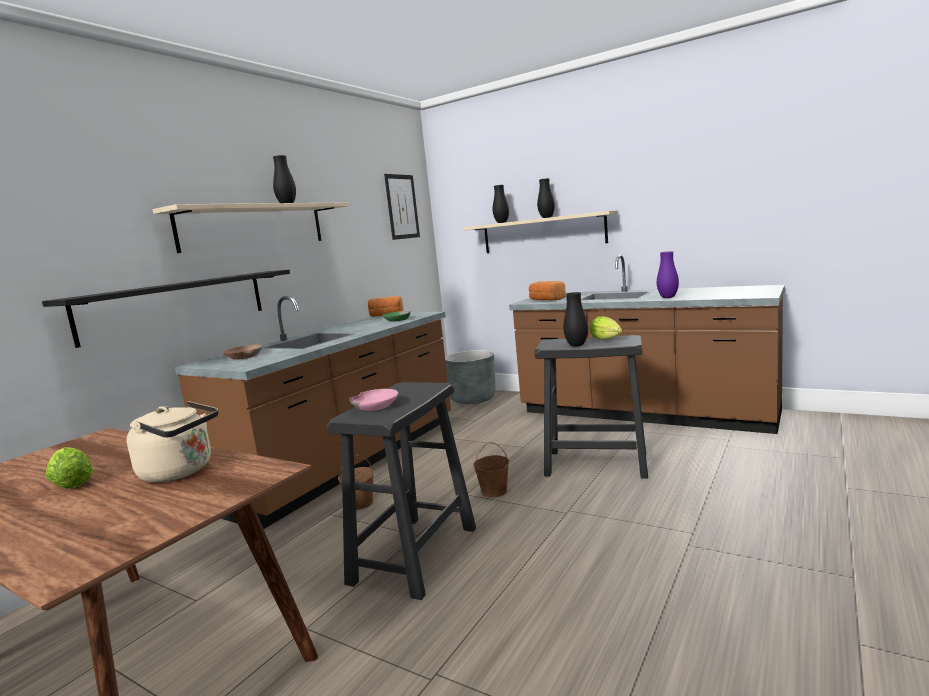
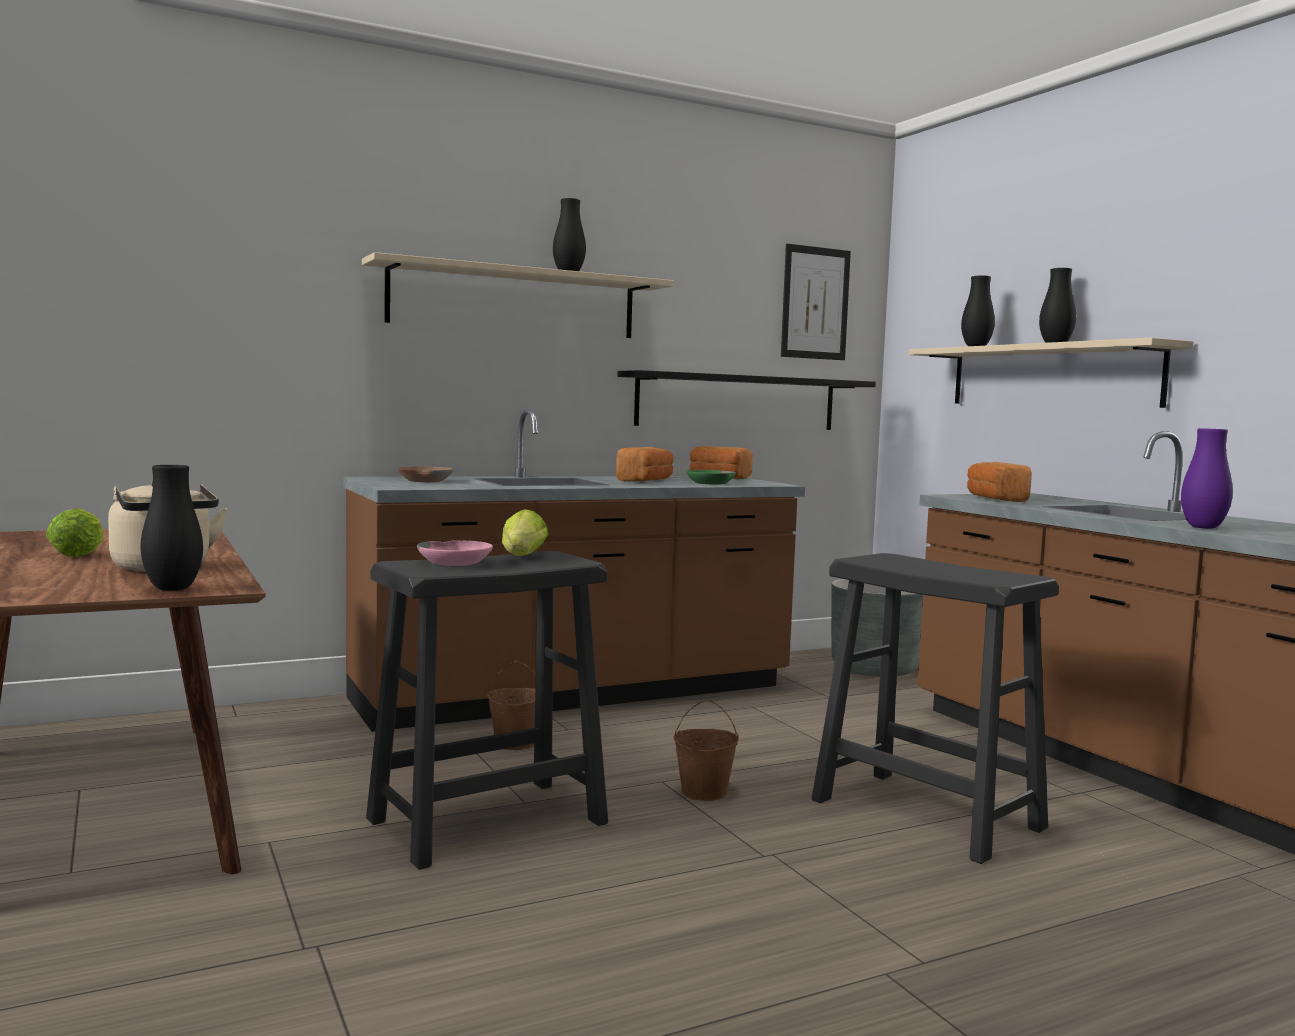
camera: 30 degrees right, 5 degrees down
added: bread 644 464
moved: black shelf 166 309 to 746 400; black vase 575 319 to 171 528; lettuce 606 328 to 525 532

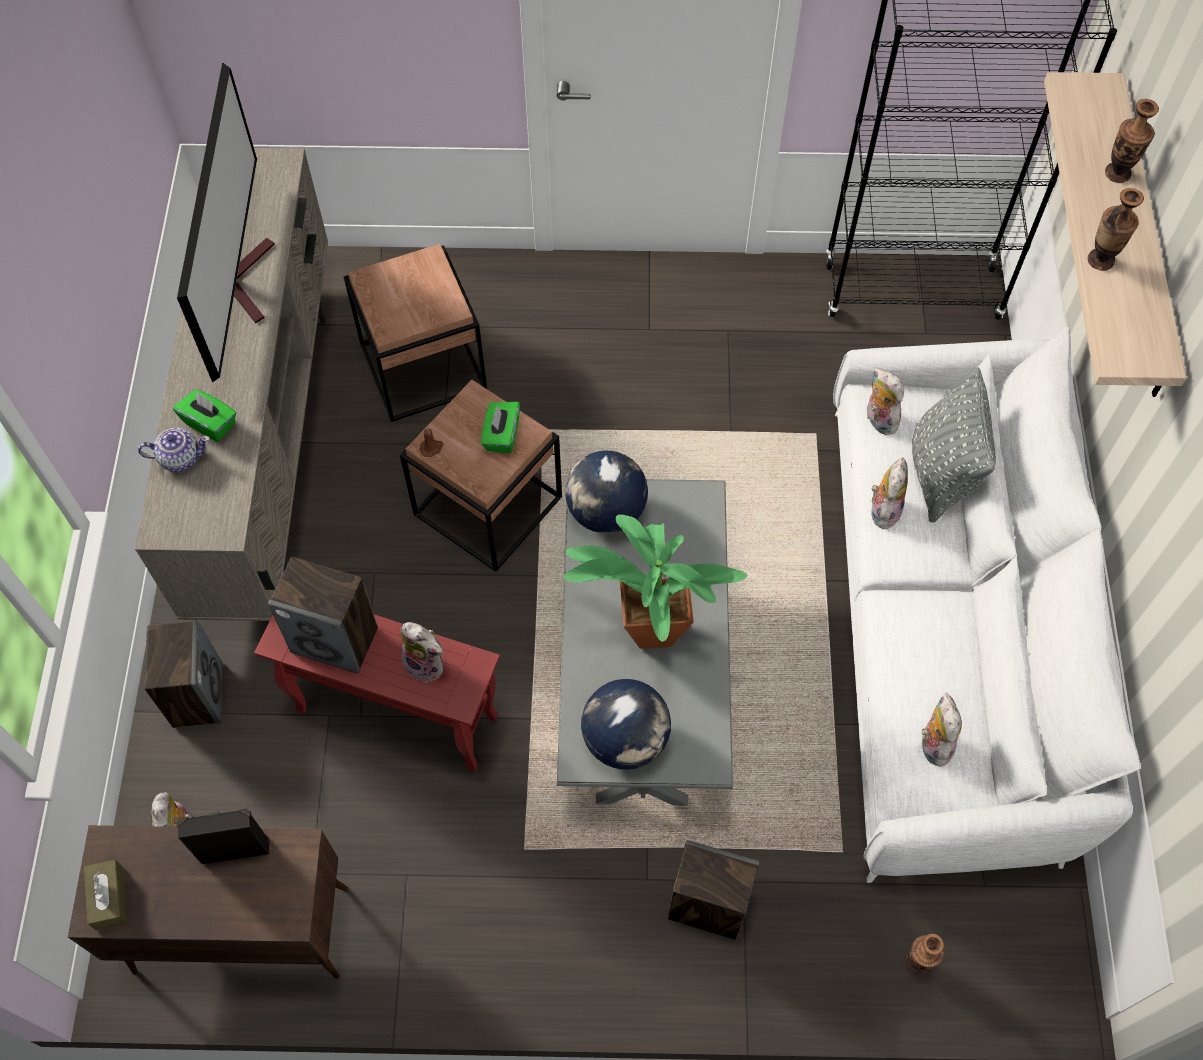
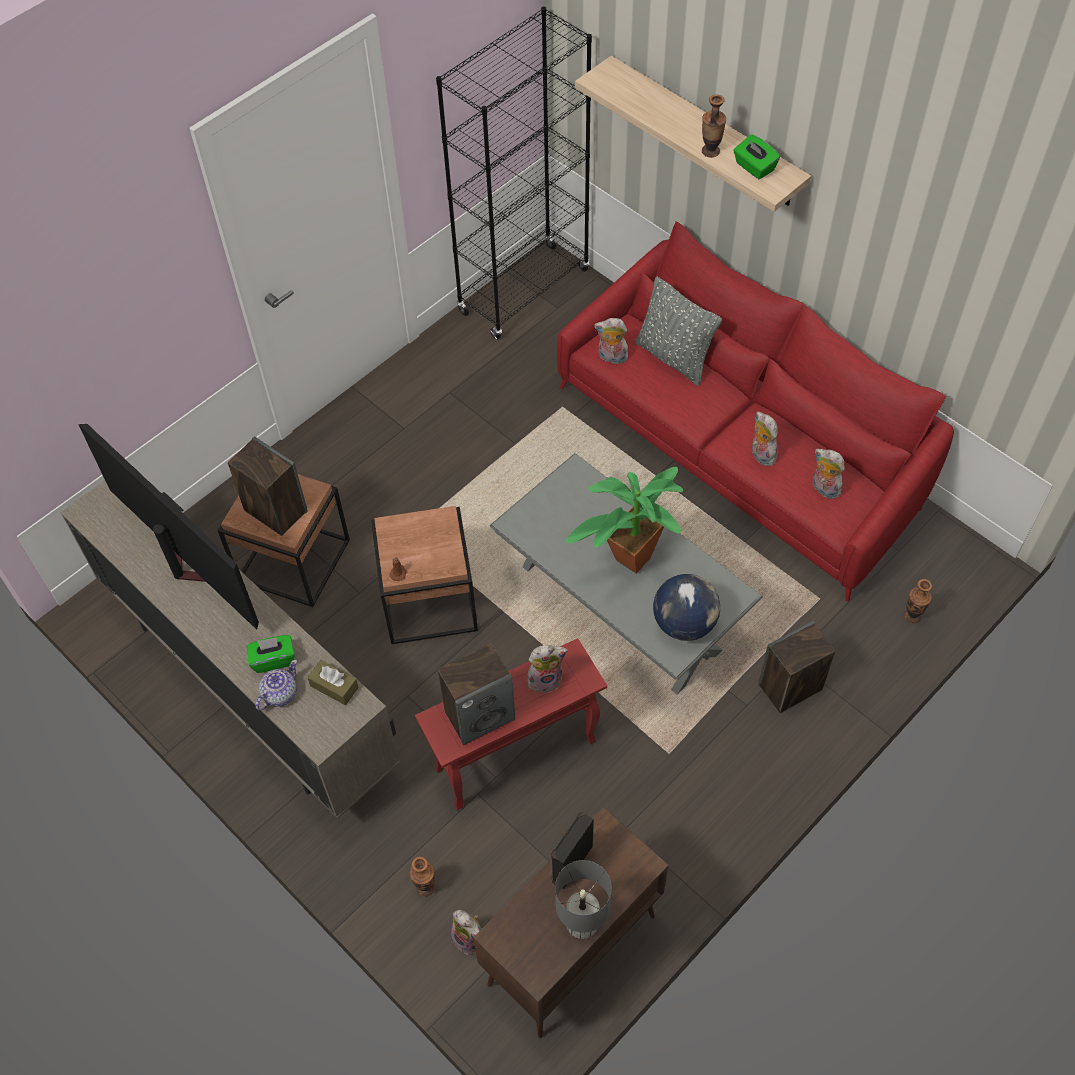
camera: 45 degrees left, 5 degrees down
removed: globe 606 492
added: grey table lamp 583 899
moved: vase 1132 141 to 422 876; green tissue box 500 428 to 756 157; plush toy 889 493 to 764 438; speaker 183 674 to 268 486; brown tissue box 105 895 to 333 682
recoloured: white sofa 987 604 to red sofa 755 411

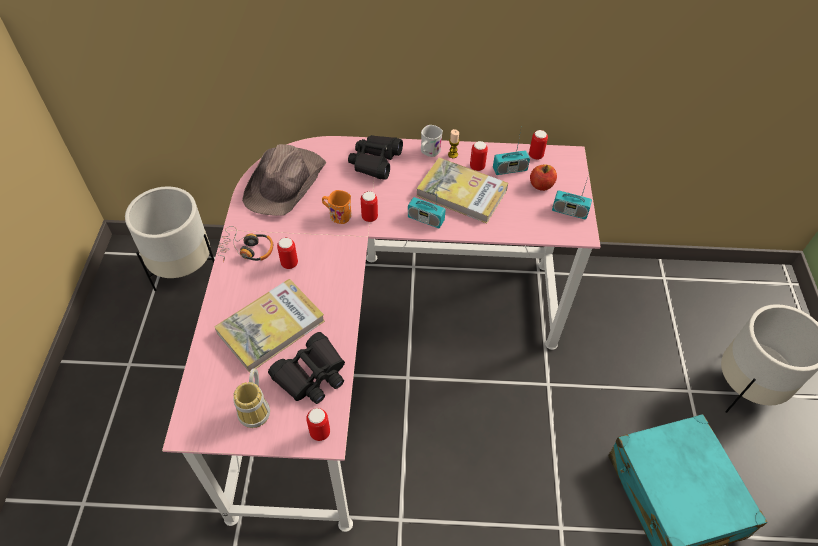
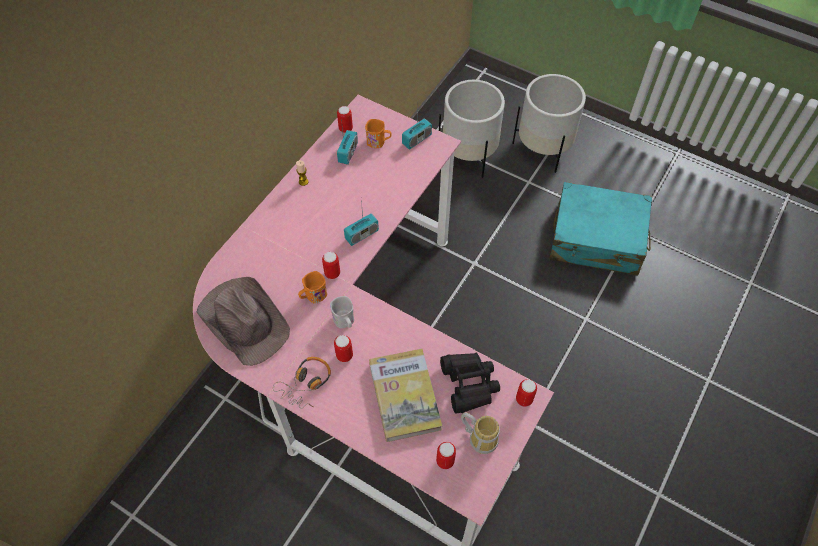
camera: 60 degrees left, 5 degrees up
removed: black binoculars 375 157; book 462 190
moved: white mug 432 141 to 342 312; can 479 156 to 446 455; white planter 169 238 to 472 129
replaced: apple 543 178 to orange mug 378 133

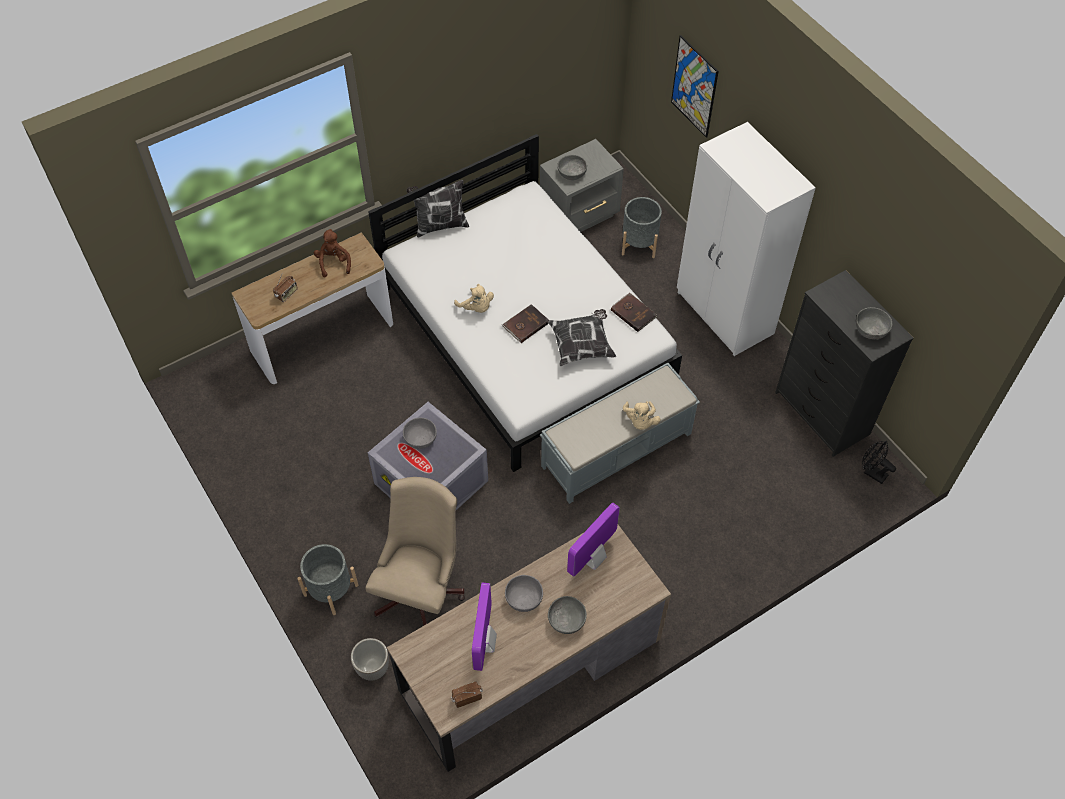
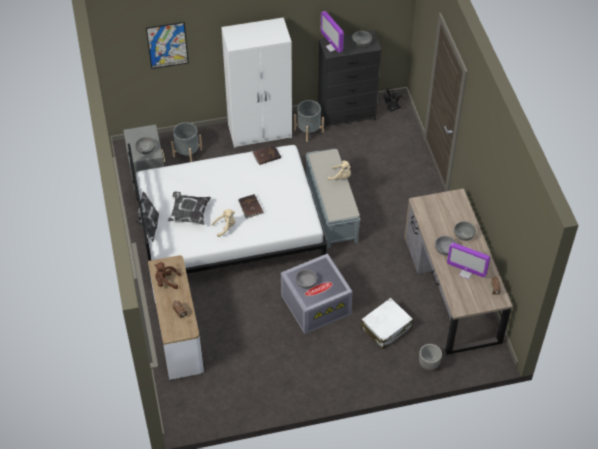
camera: 70 degrees left, 5 degrees down
moved: pillow 582 337 to 189 208; monitor 593 539 to 332 32; grey planter 327 579 to 309 121
replaced: beige office chair 415 551 to white suitcase 387 323

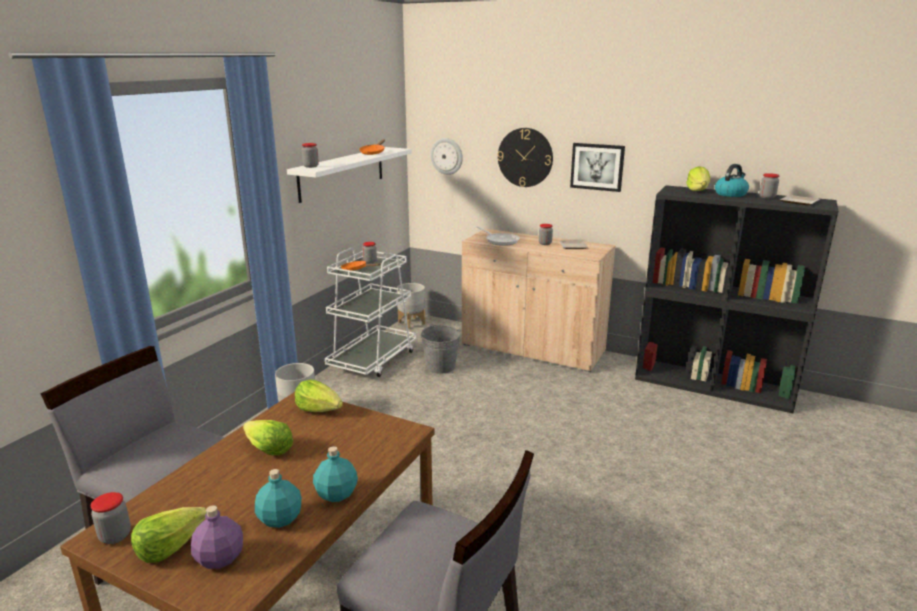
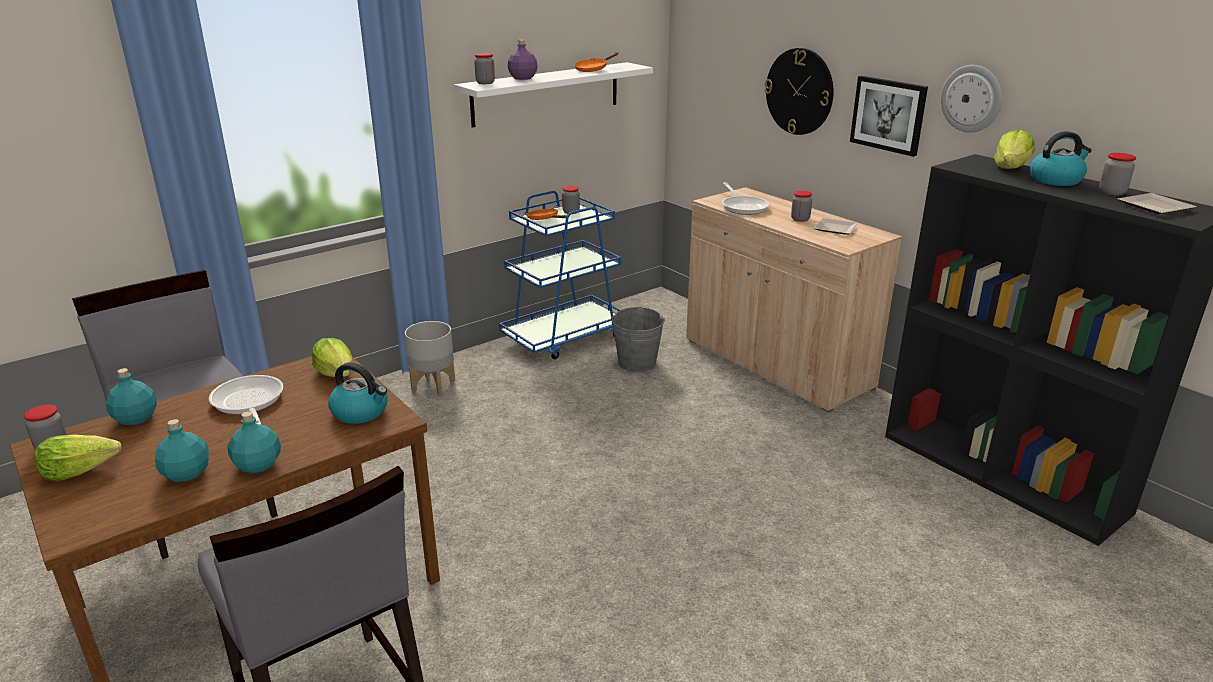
camera: 25 degrees right, 5 degrees up
removed: grey planter 411 306
added: kettle 358 393; turquoise bottle 131 396
moved: wall clock 447 156 to 971 99; purple bottle 217 537 to 523 60
replaced: lettuce 268 437 to frying pan 246 400
recoloured: white cart 370 312 to blue cart 560 275

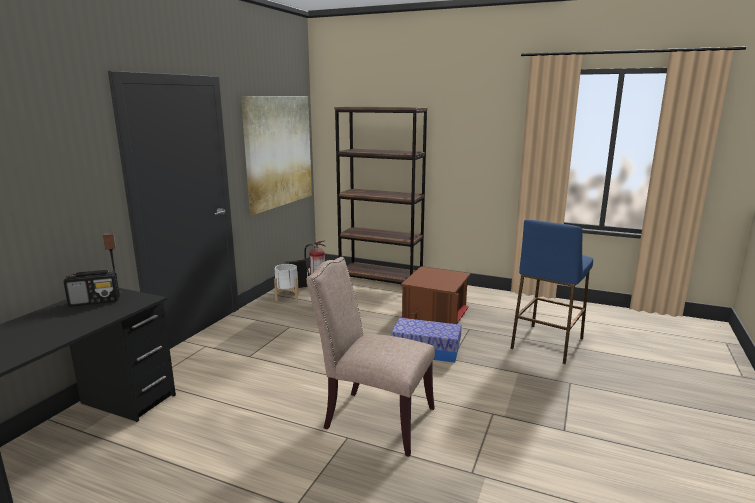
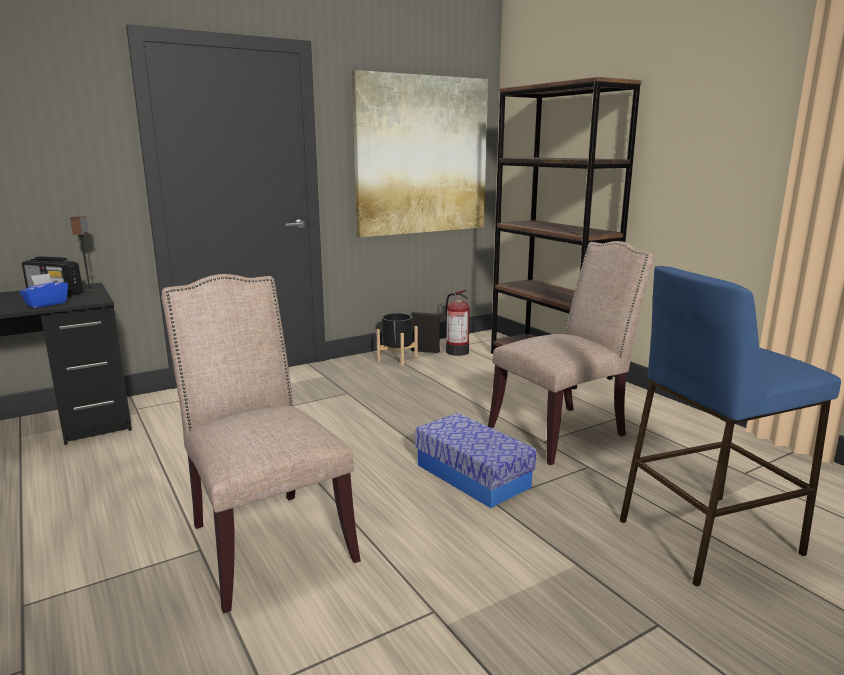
camera: 35 degrees right, 0 degrees up
added: blue tissue box 43 290
replaced: brown storage box 435 295 to beige chair 571 353
recoloured: white planter 286 282 to black planter 397 339

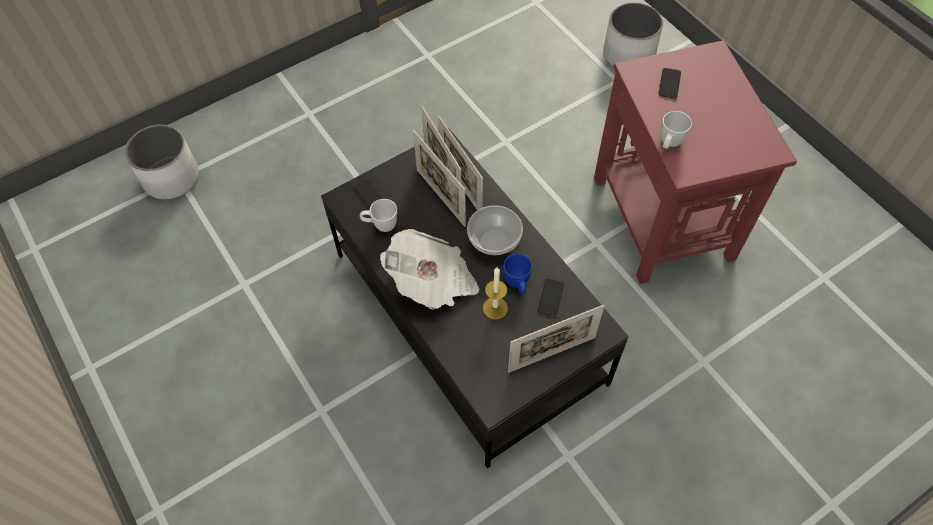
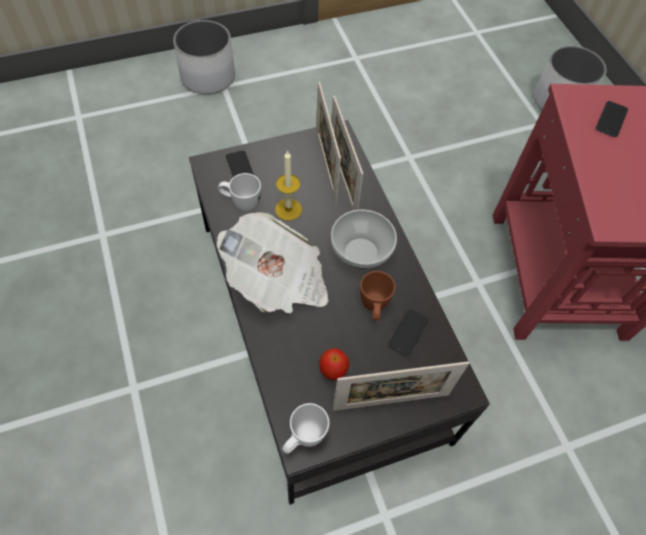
camera: 10 degrees right, 0 degrees up
removed: picture frame 439 178
added: apple 334 364
moved: white mug 676 130 to 305 428; white planter 162 162 to 204 57; candle 495 293 to 288 185
recoloured: blue mug 517 274 to brown mug 377 296

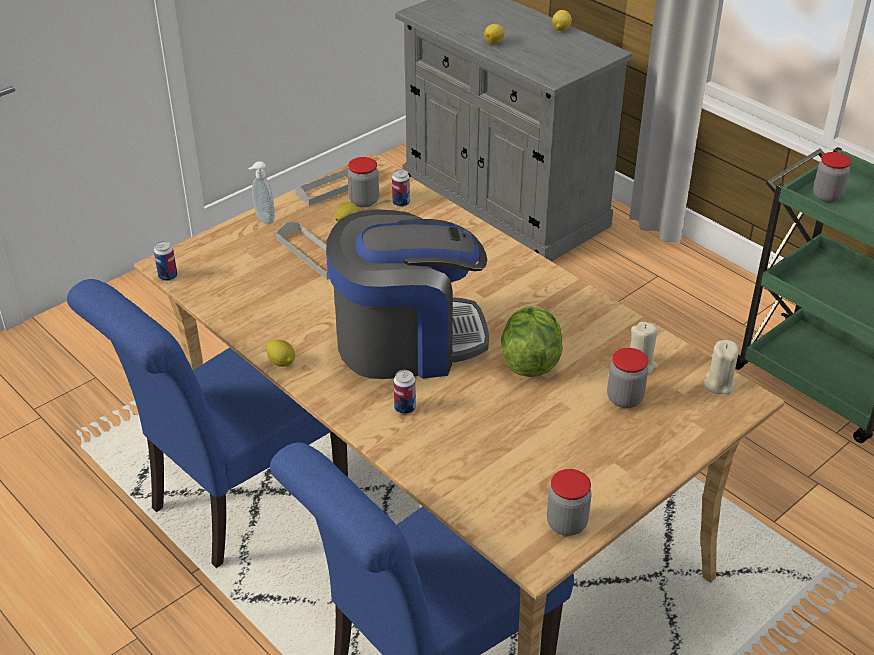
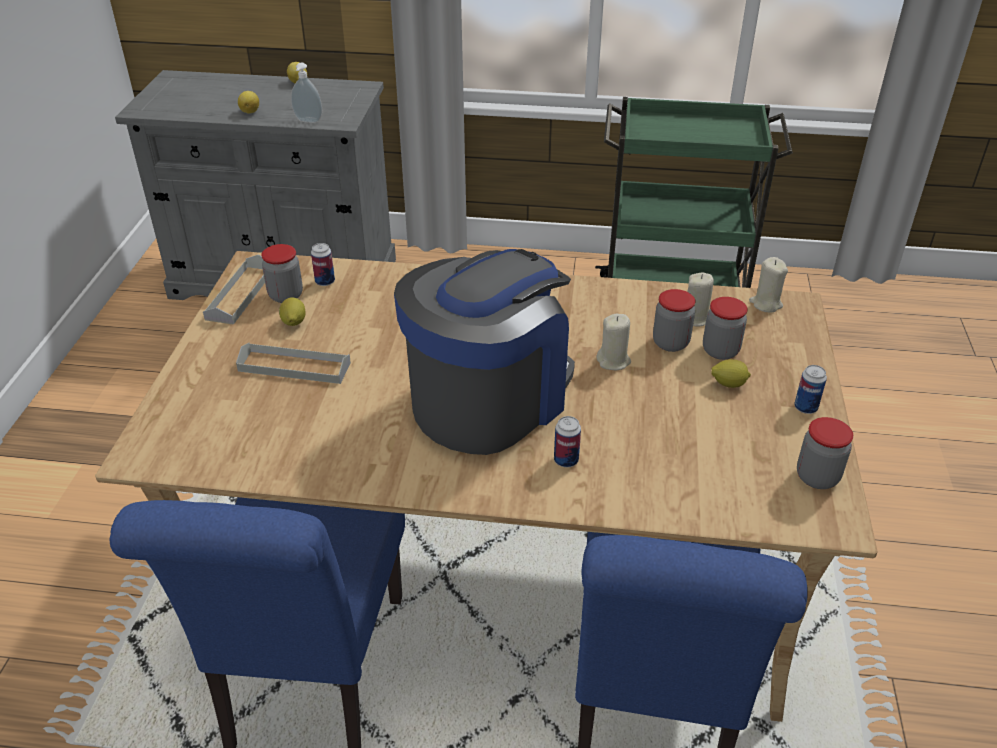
camera: 40 degrees left, 0 degrees up
moved: jar 832 177 to 674 320; soap dispenser 261 192 to 306 93; can 165 261 to 810 389; lemon 281 353 to 731 373
replaced: lettuce 532 341 to beige candle 613 342

